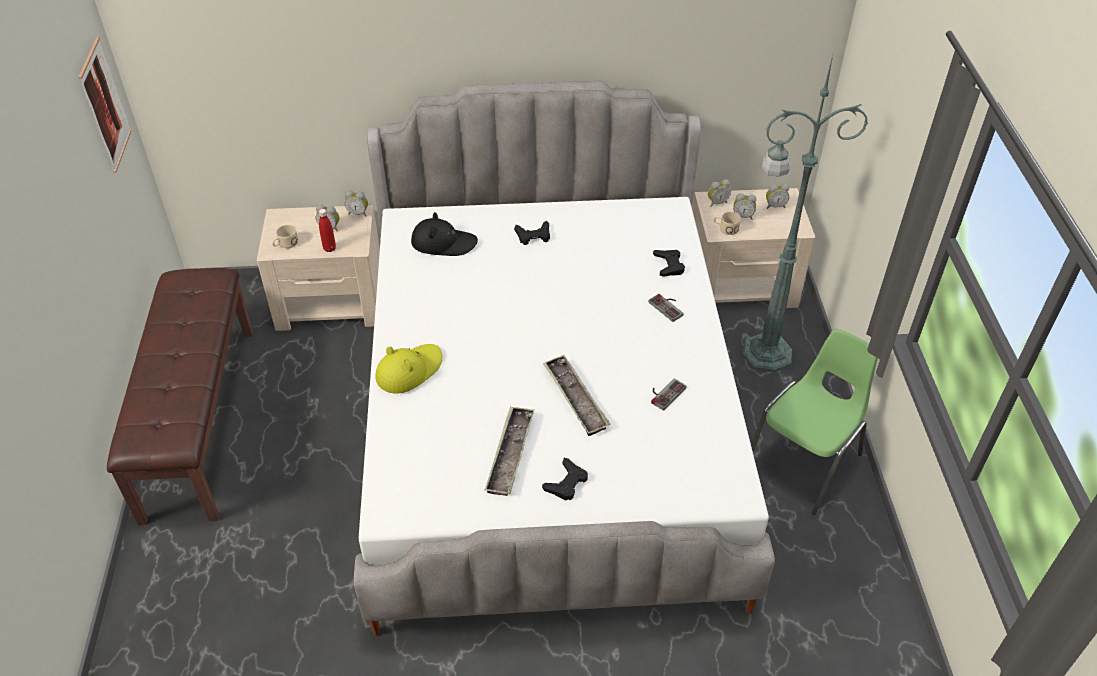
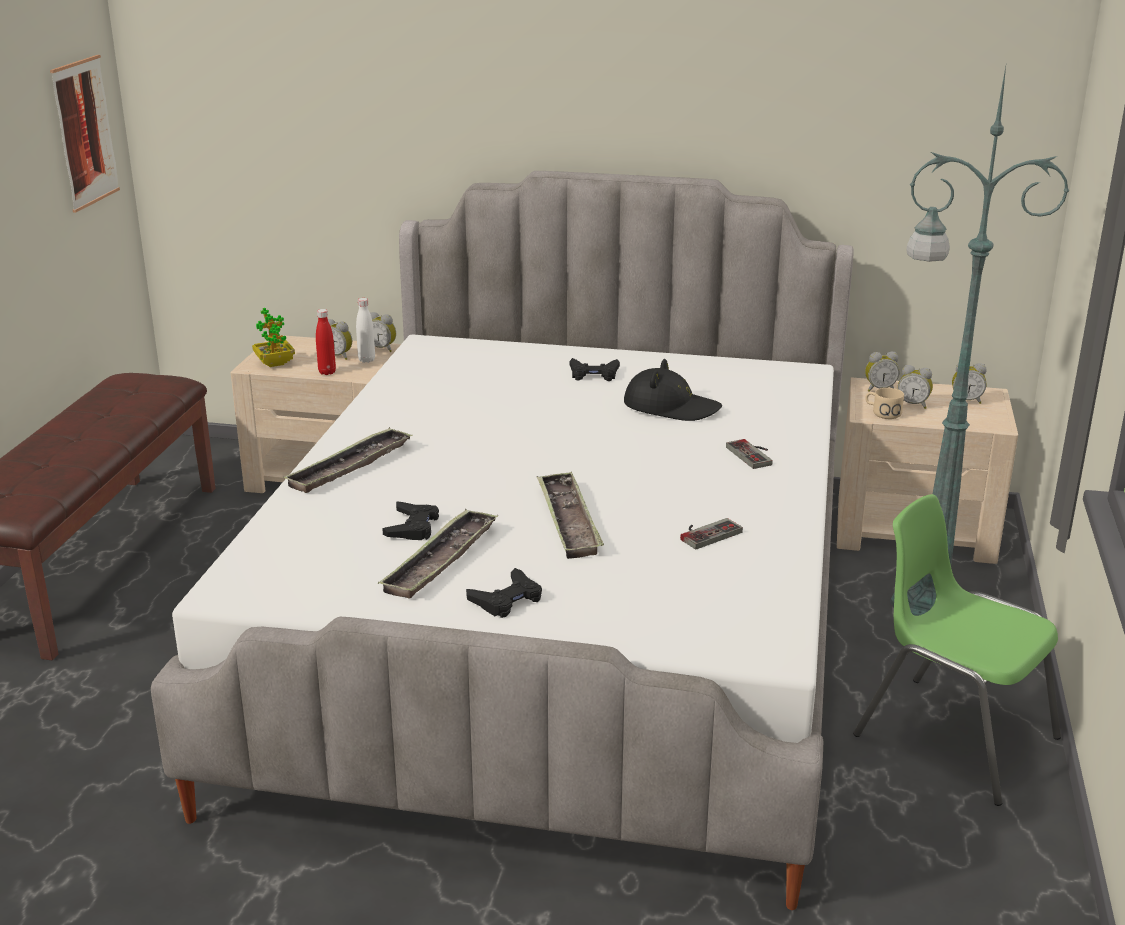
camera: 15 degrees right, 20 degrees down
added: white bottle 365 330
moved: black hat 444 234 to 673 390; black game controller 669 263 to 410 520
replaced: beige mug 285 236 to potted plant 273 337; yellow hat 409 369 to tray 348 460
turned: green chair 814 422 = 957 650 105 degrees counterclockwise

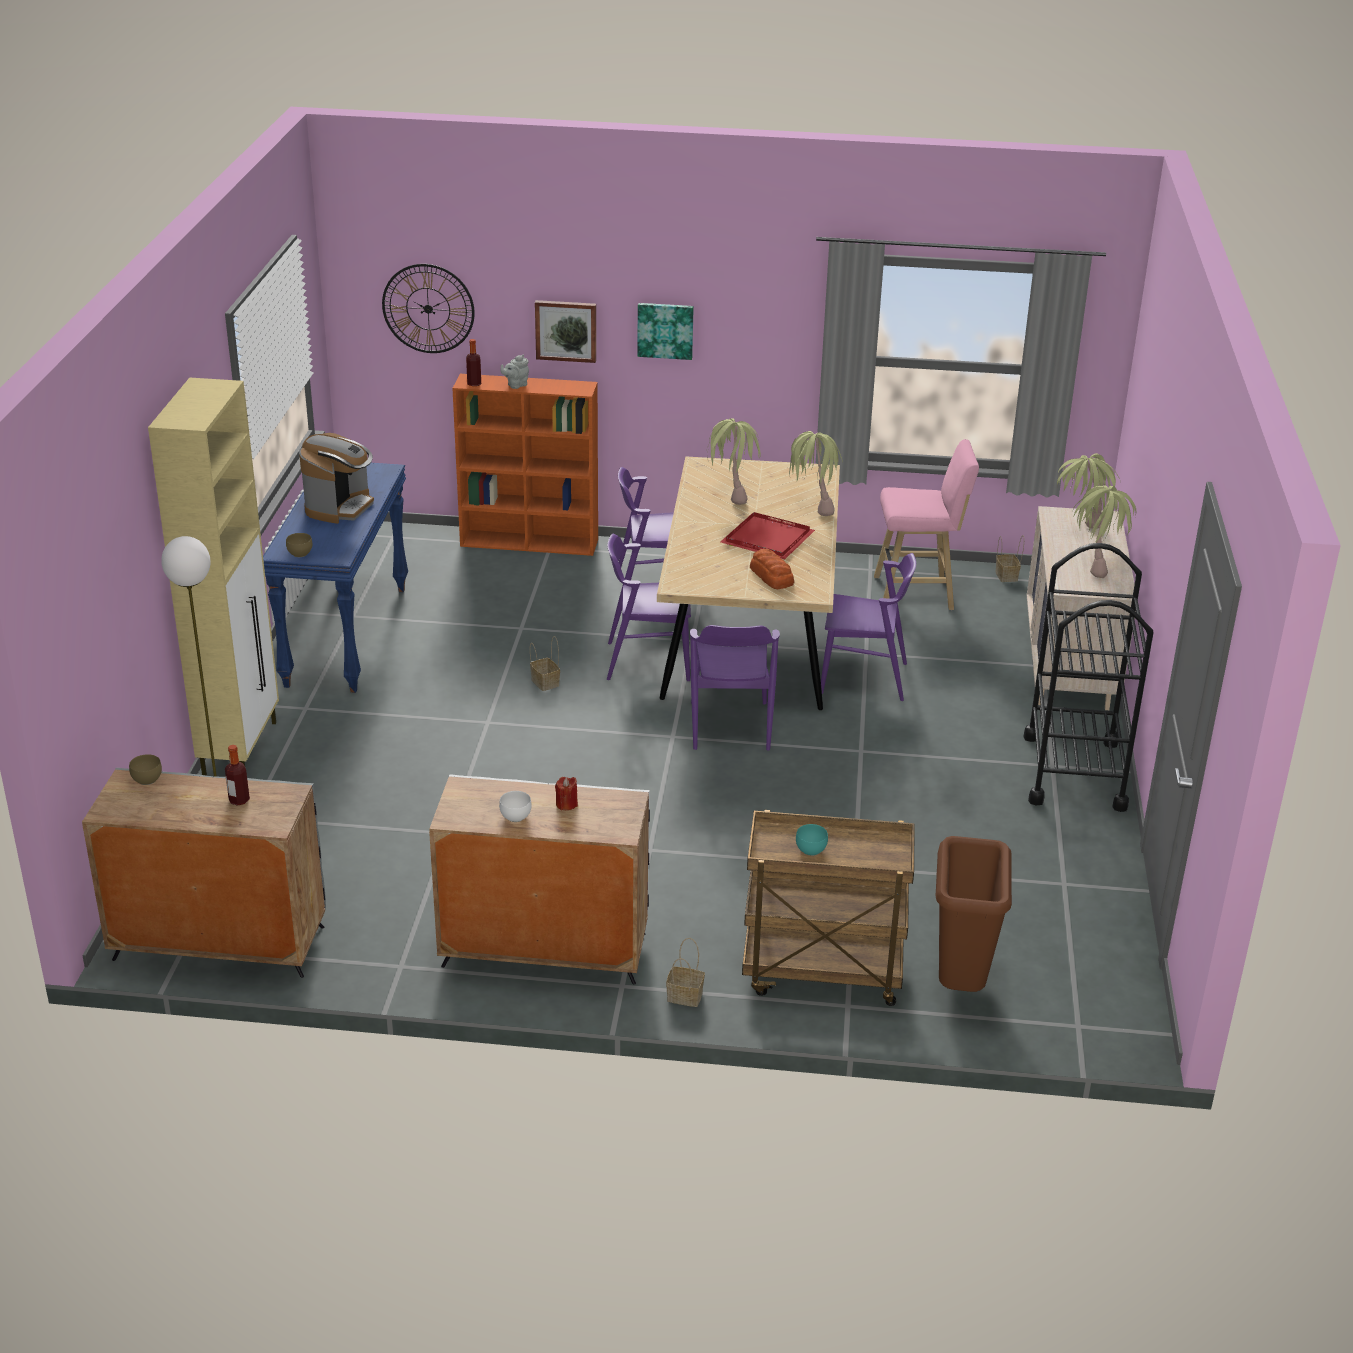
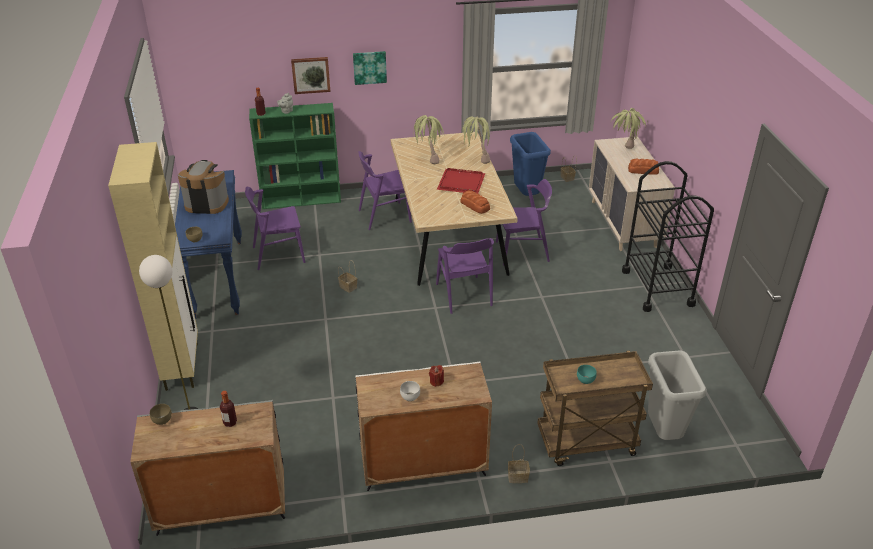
camera: 15 degrees left, 5 degrees up
removed: wall clock 428 308
moved: purple chair 649 607 to 275 228
replaced: pink stool 926 524 to blue trash can 530 164; potted plant 1104 531 to bread 643 167
recoloured: orange bookcase 525 465 to green bookcase 295 156; brown trash can 974 914 to grey trash can 677 395
turned: coffee machine 336 478 = 203 187 90 degrees counterclockwise

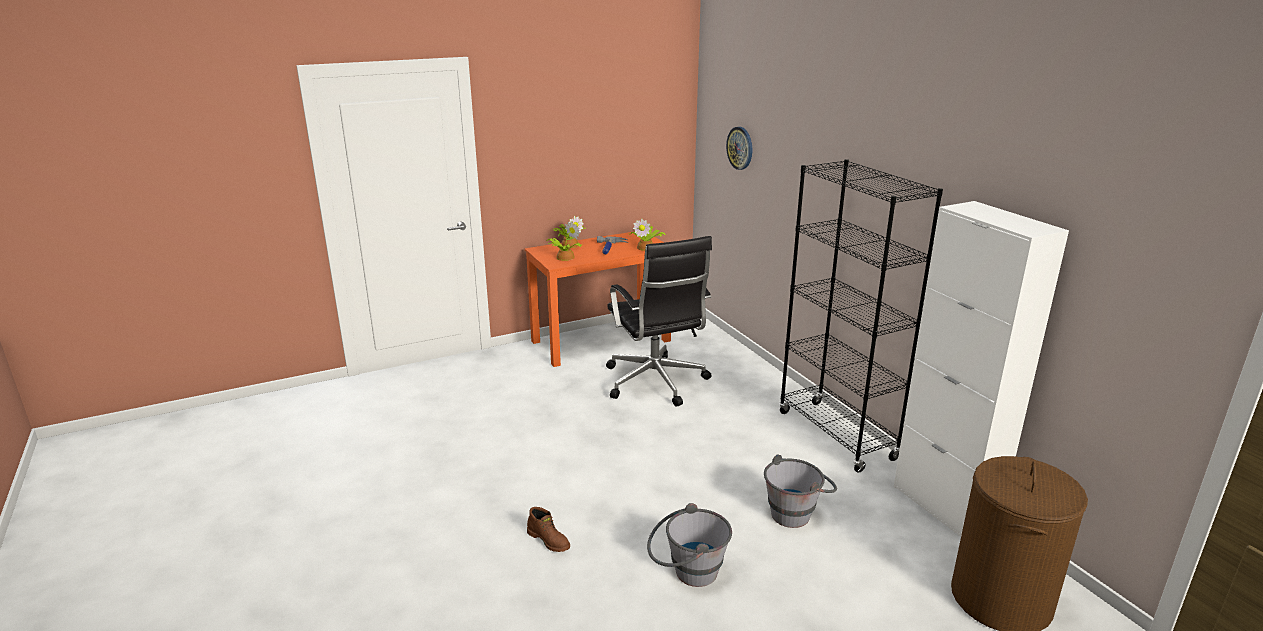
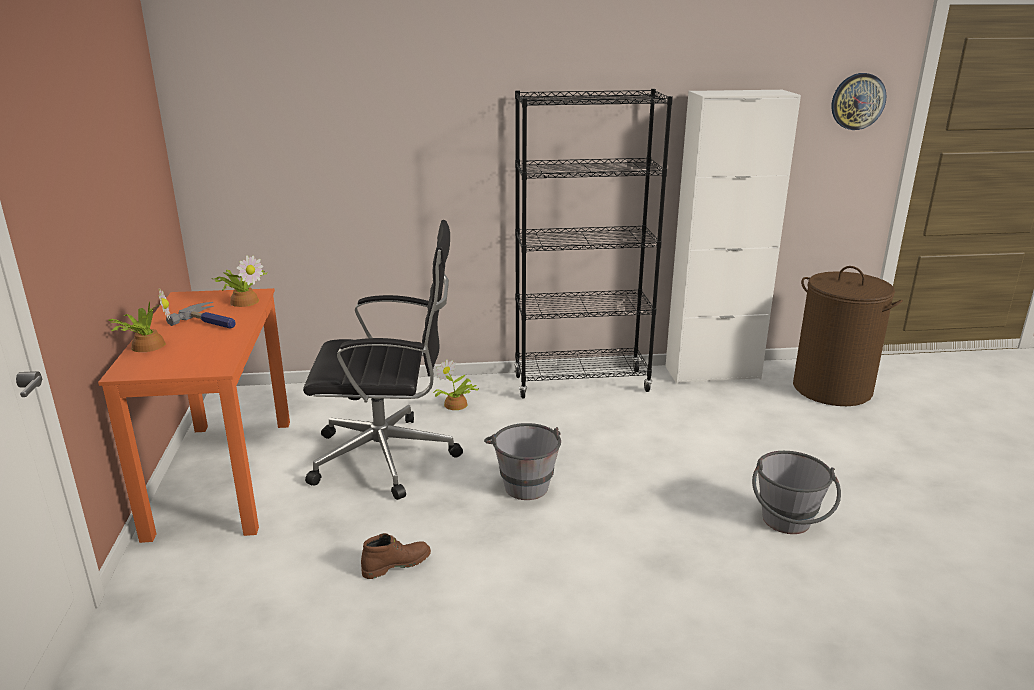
camera: 70 degrees left, 0 degrees up
moved: wall clock 739 148 to 859 101; potted plant 564 241 to 456 384; grey bucket 800 491 to 522 461; brown boot 548 529 to 396 556

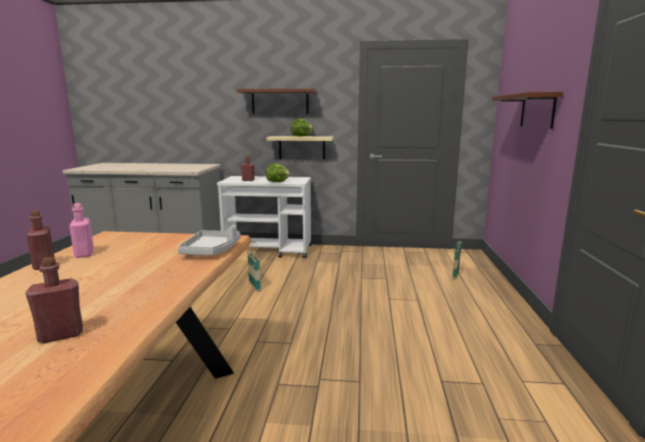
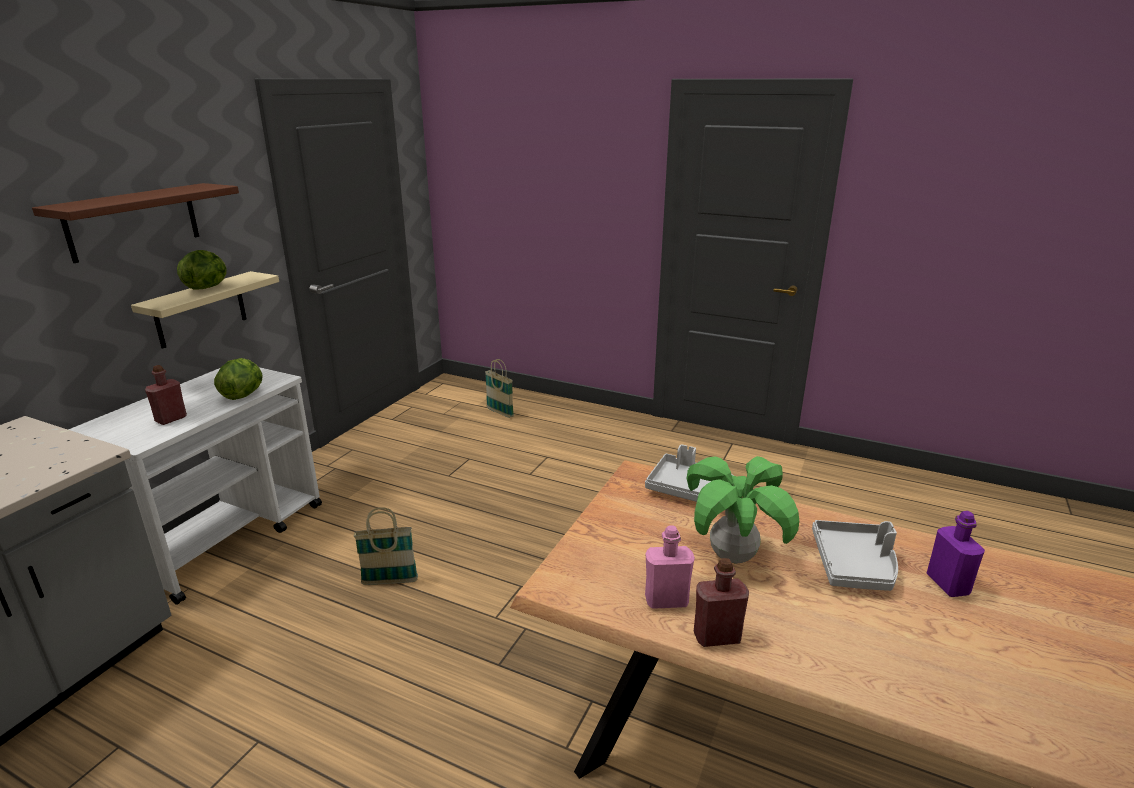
camera: 70 degrees left, 10 degrees up
removed: brown shelf 527 110
added: potted plant 743 510; grey tray 855 555
recoloured: red bottle 54 300 to purple bottle 956 554

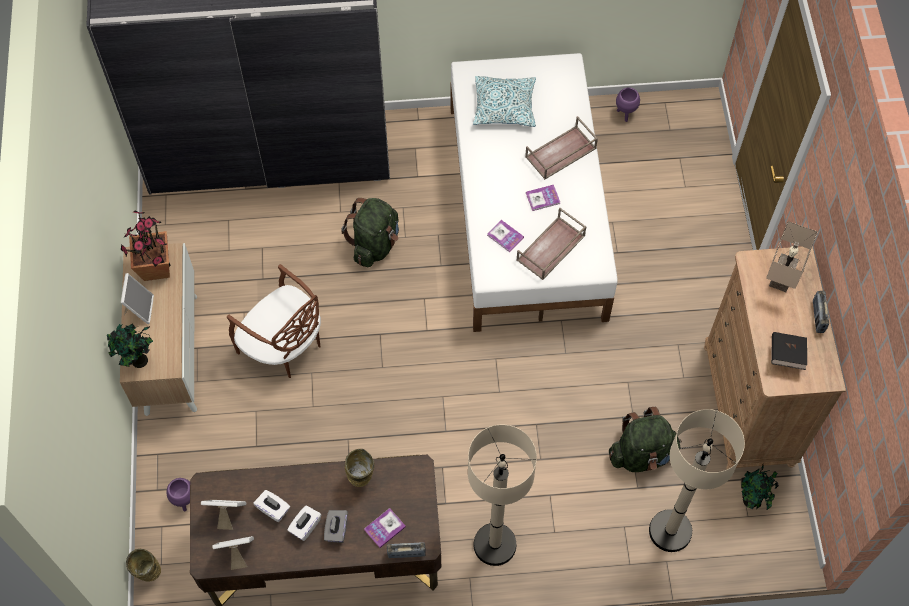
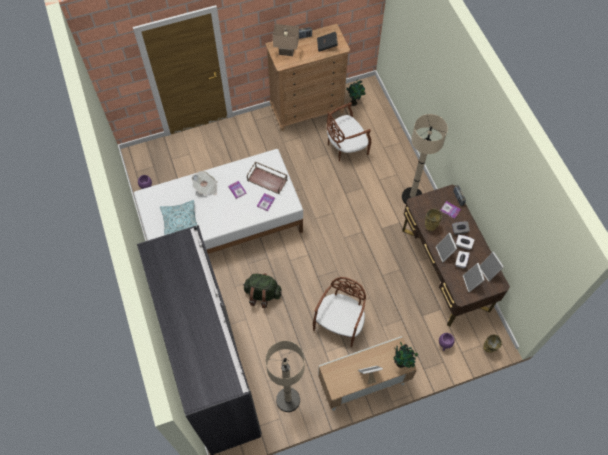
camera: 105 degrees left, 0 degrees up
removed: potted plant 146 246
added: picture frame 446 247
moved: beige floor lamp 697 480 to 285 376
replaced: brown tray 561 148 to newspaper 205 183; green backpack 645 439 to brown chair 349 131

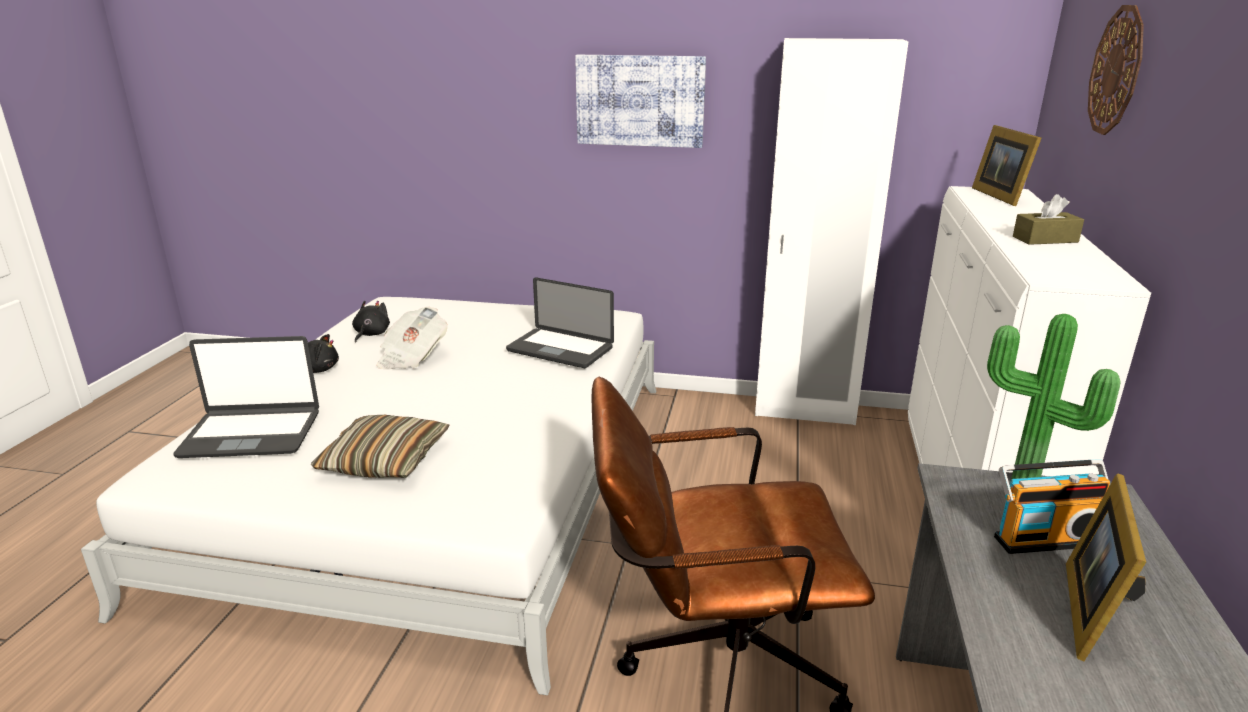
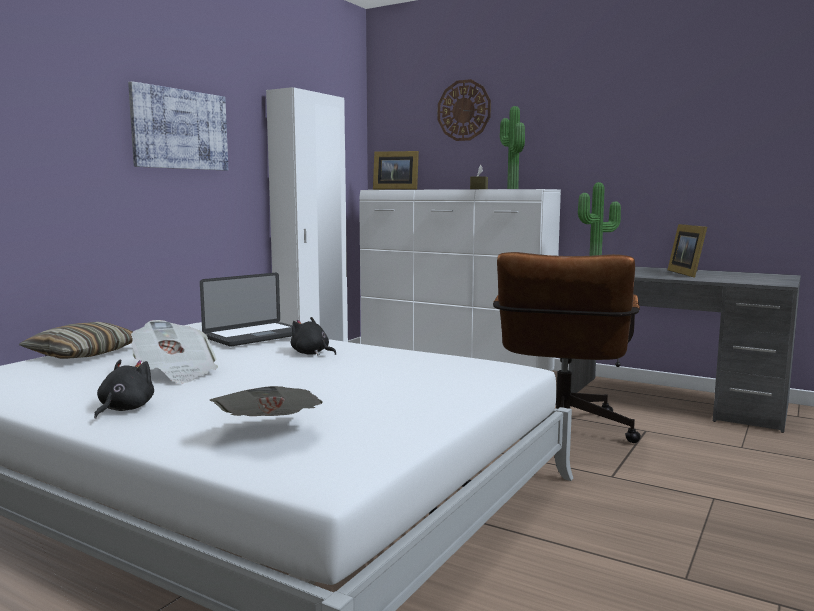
camera: 70 degrees left, 15 degrees down
removed: radio 1052 506
added: potted plant 512 147
moved: black plush toy 371 322 to 313 336; pillow 380 446 to 76 340
replaced: laptop 246 397 to newspaper 266 401
turned: picture frame 1106 567 = 687 251 45 degrees clockwise

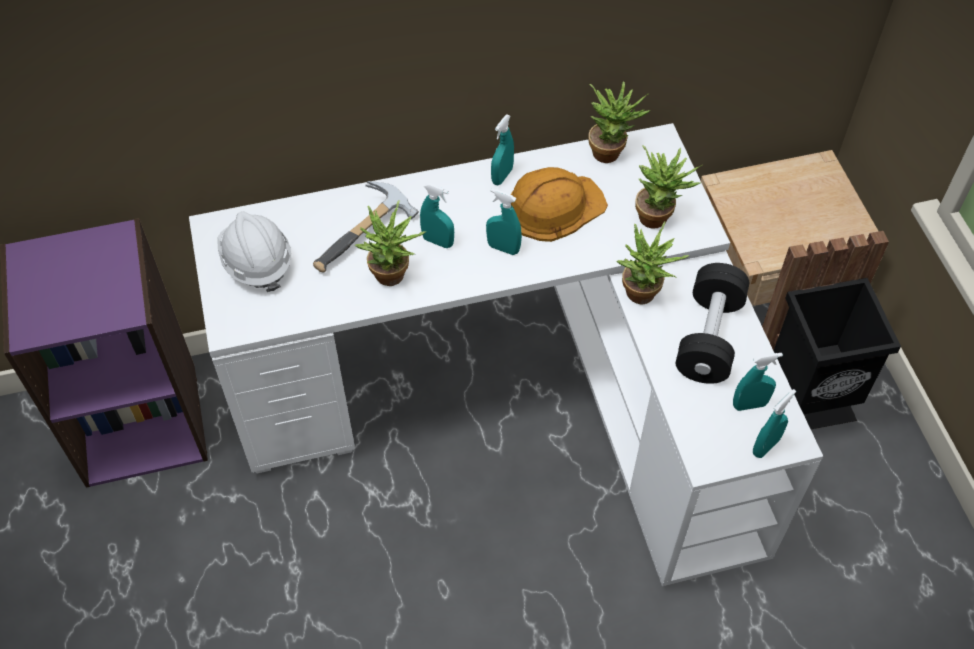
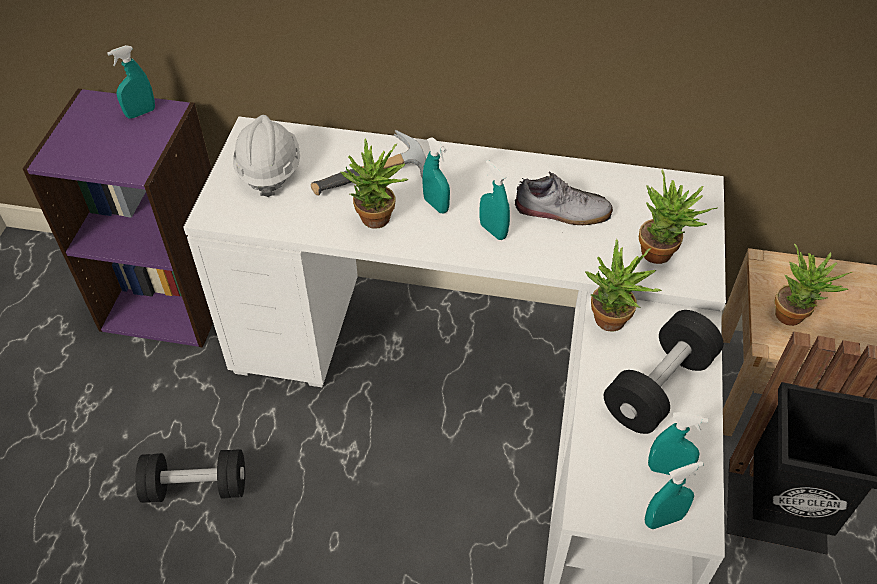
camera: 25 degrees right, 5 degrees down
added: black dumbbell 190 476
moved: potted plant 619 122 to 813 285; turquoise spray bottle 502 150 to 131 81
replaced: orange hard hat 559 204 to shoe 564 198

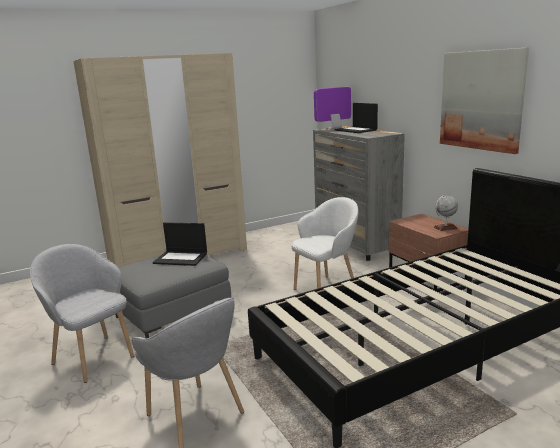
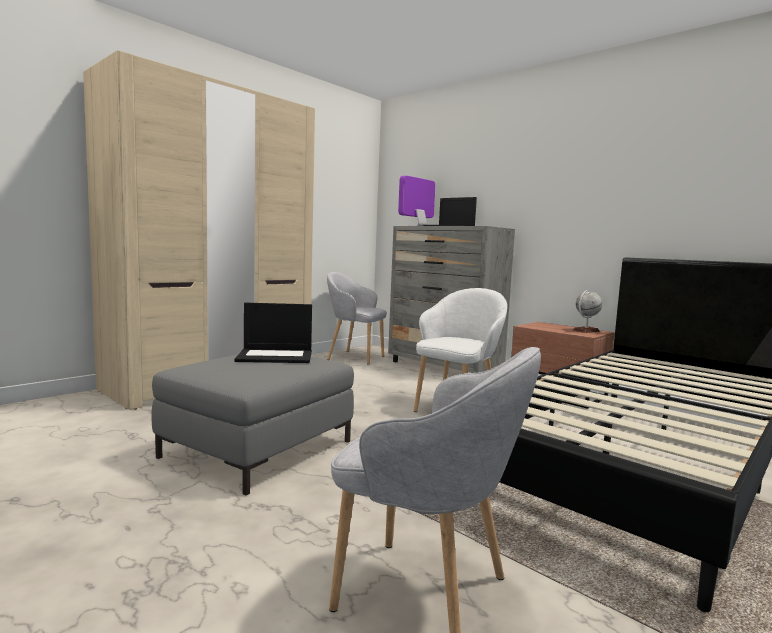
camera: 20 degrees left, 10 degrees down
removed: picture 484 100
moved: grey armchair 82 313 to 357 318

